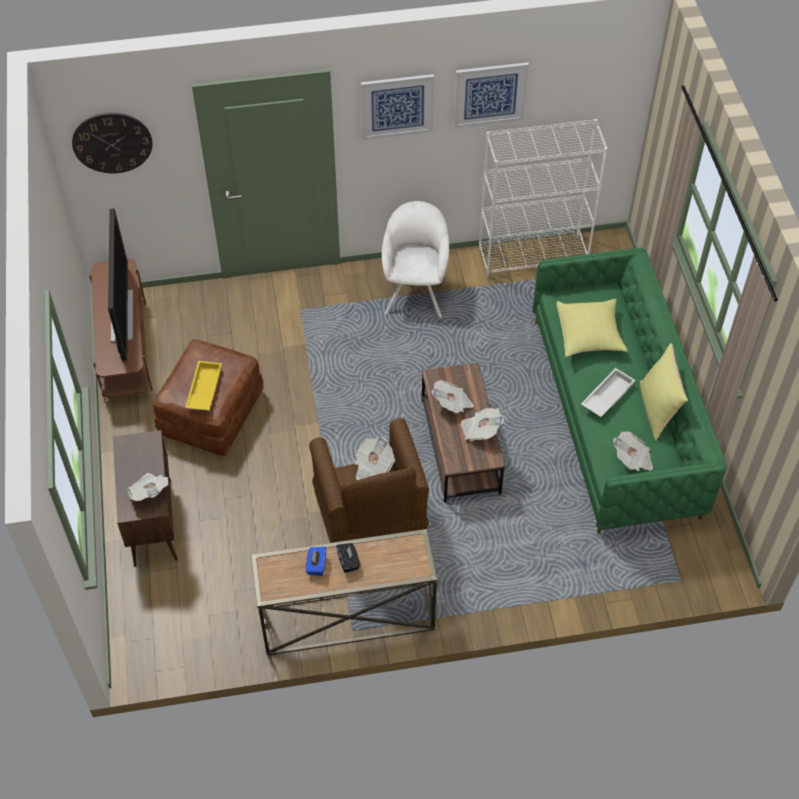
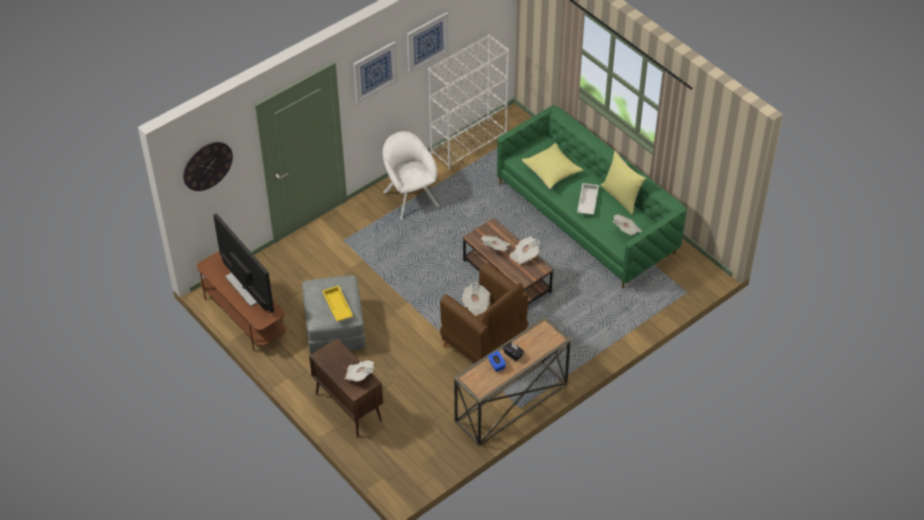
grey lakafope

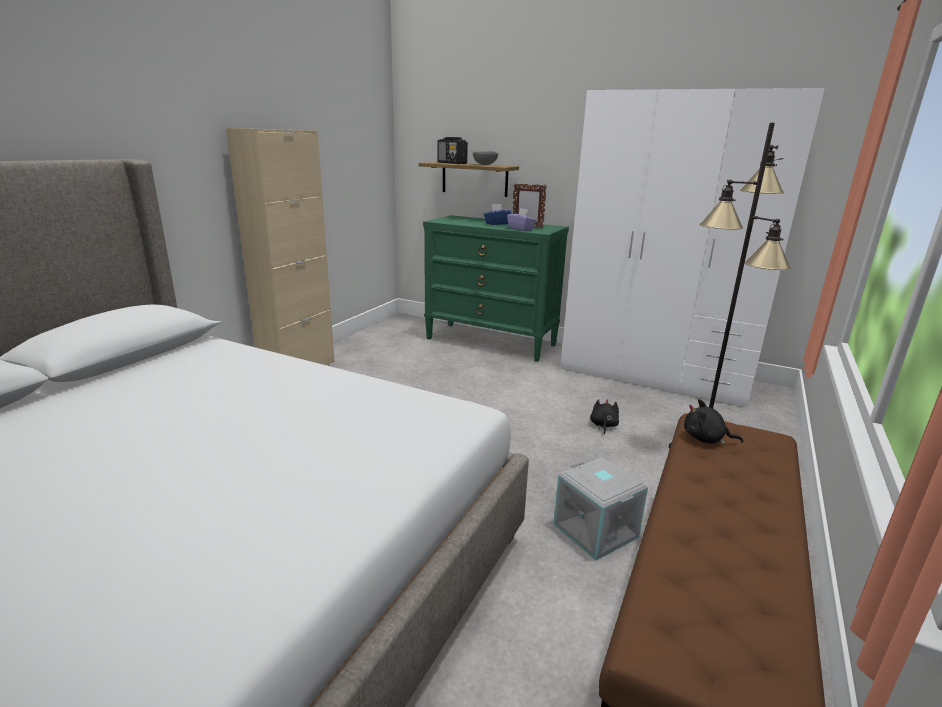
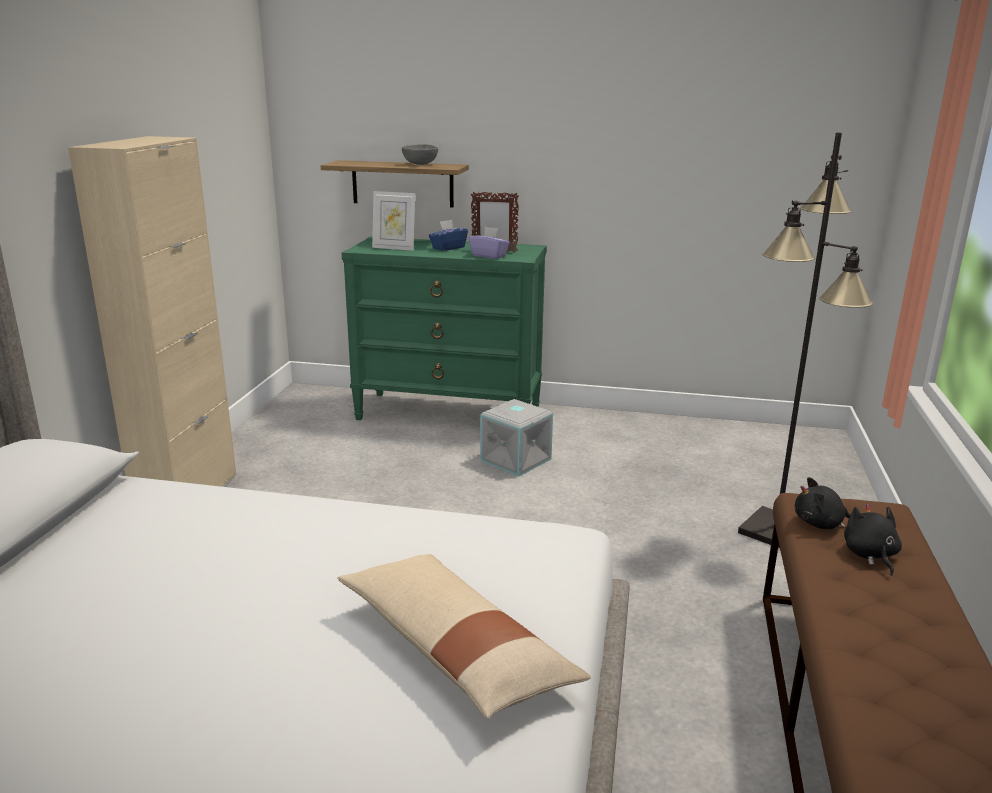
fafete
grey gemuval
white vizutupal
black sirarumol (no. 2 from left)
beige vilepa
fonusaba (no. 1 from left)

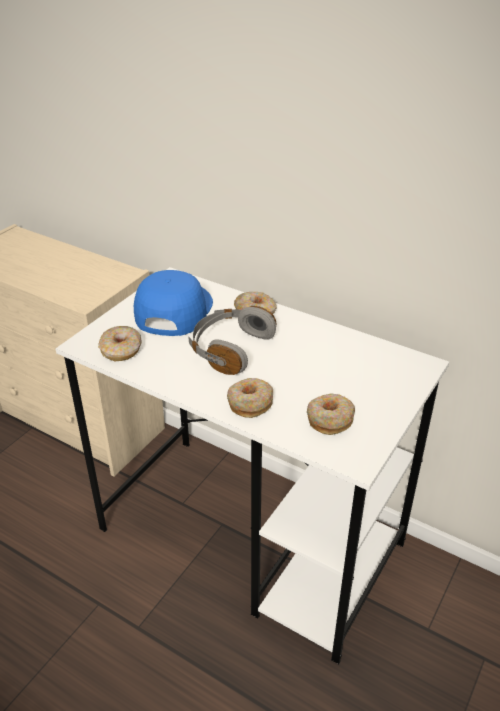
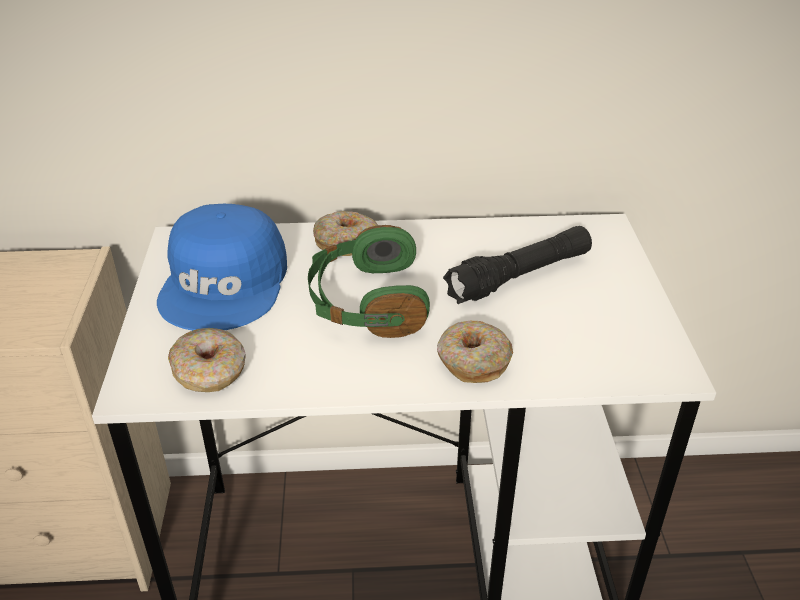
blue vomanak
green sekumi
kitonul (no. 4 from left in the first image)
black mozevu

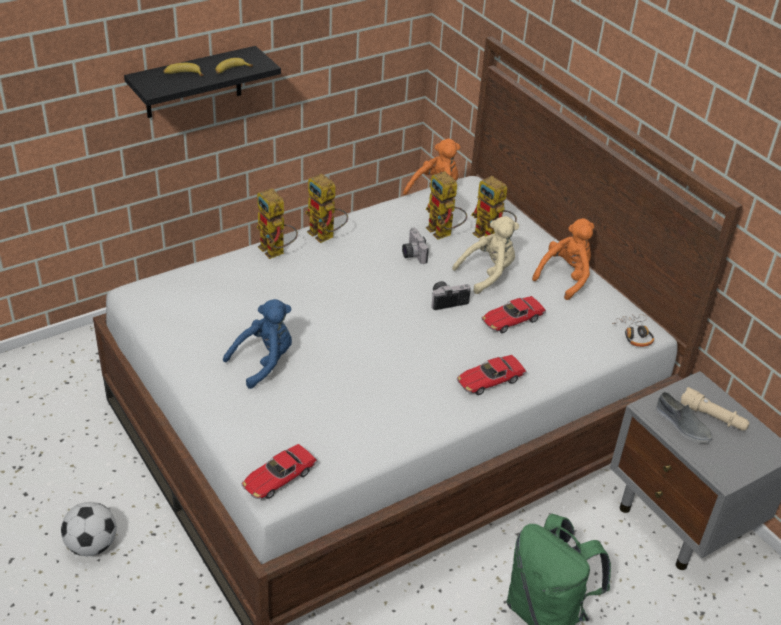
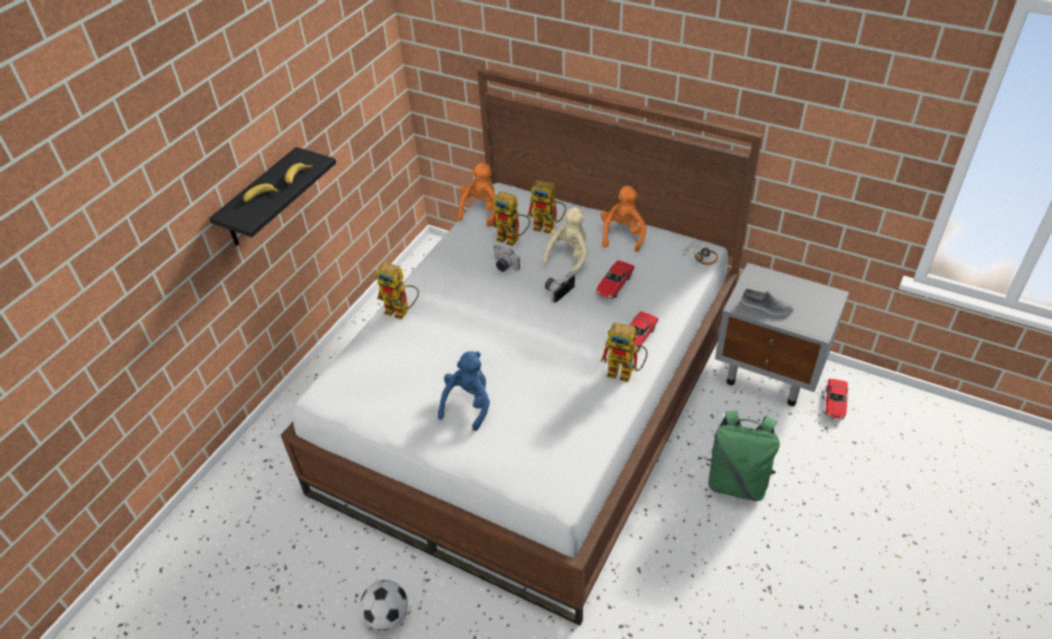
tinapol (no. 3 from left)
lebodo (no. 4 from left)
beige mozevu

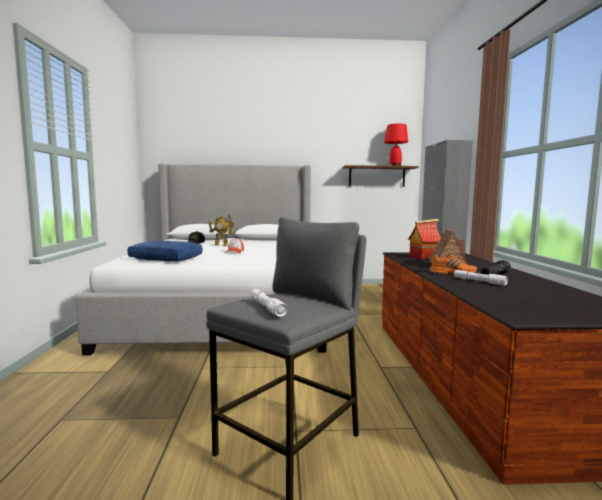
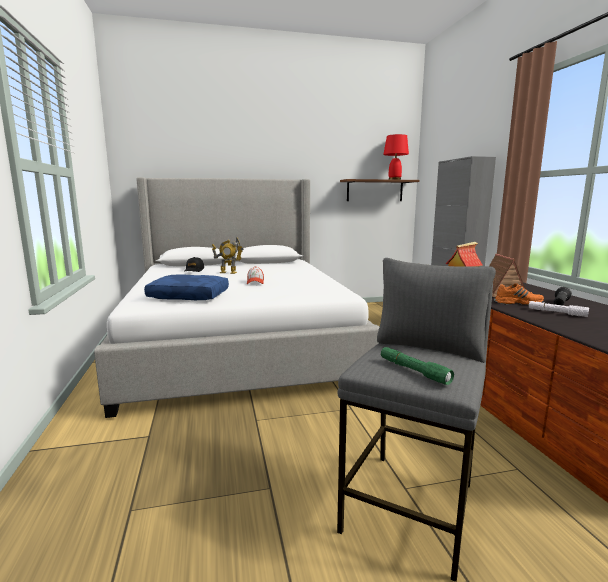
green mozevu

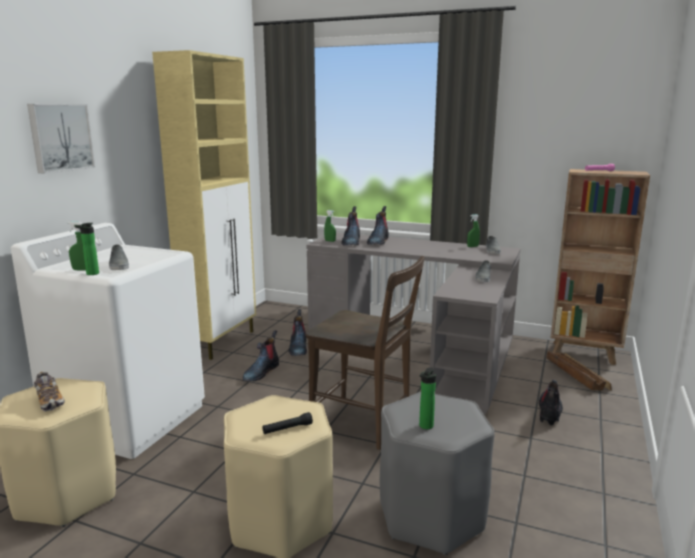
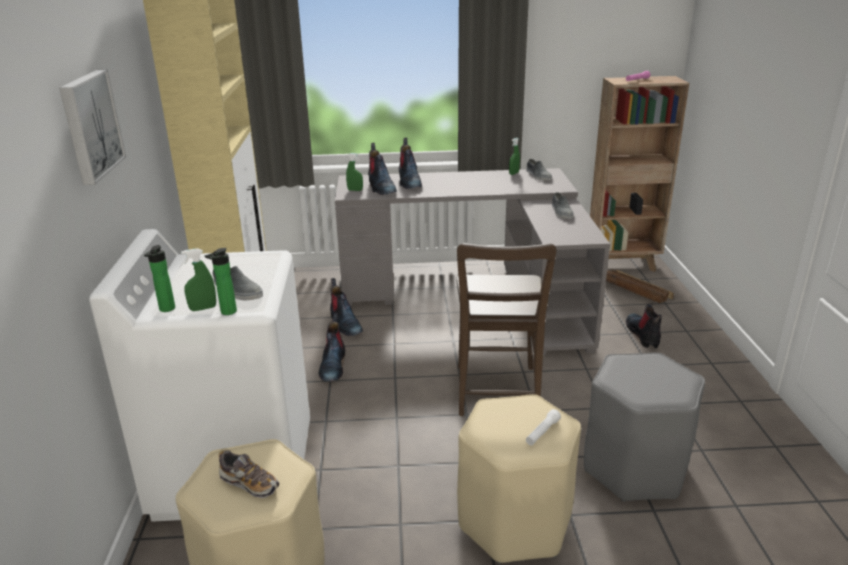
white mozevu
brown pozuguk
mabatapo (no. 1 from left)

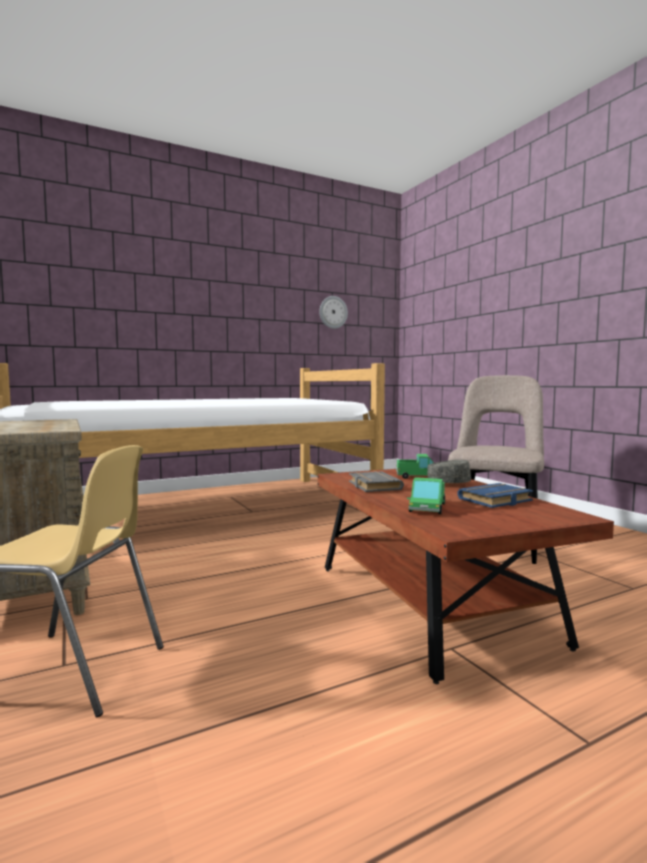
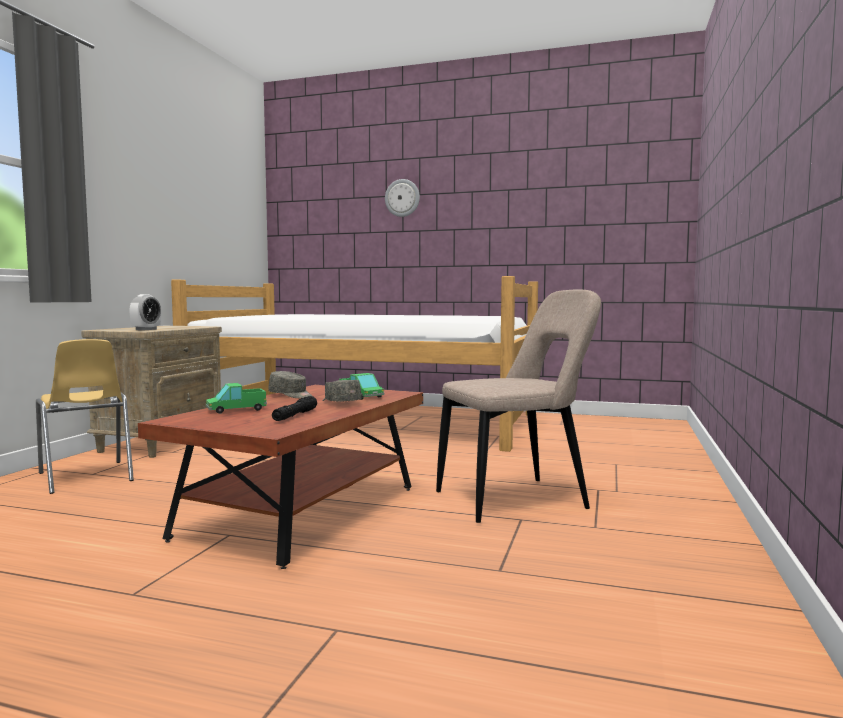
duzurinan
grey vomanak (no. 1 from left)
black mozevu
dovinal

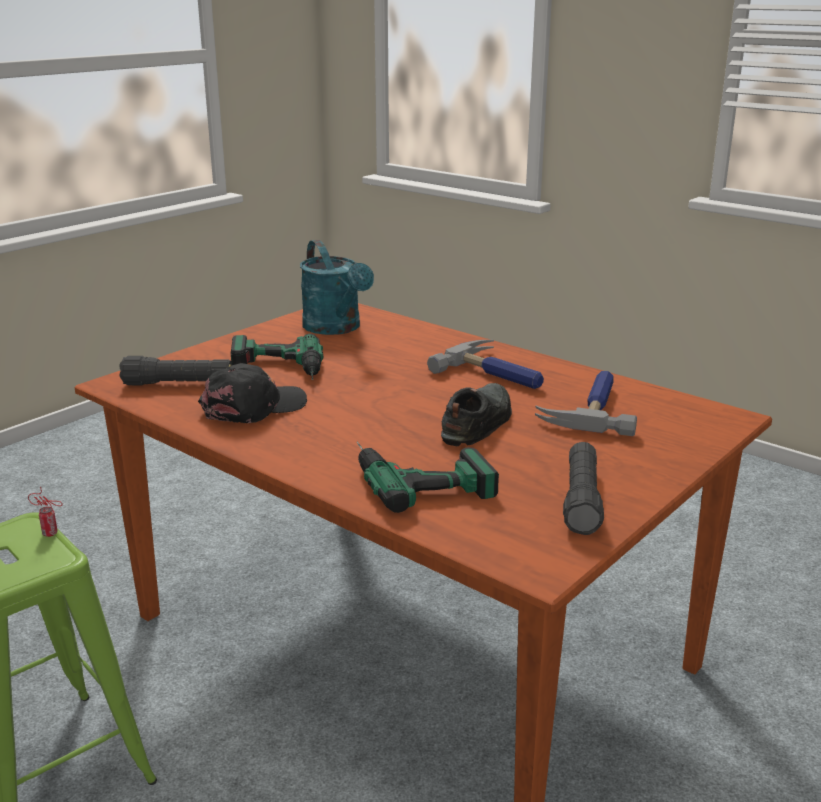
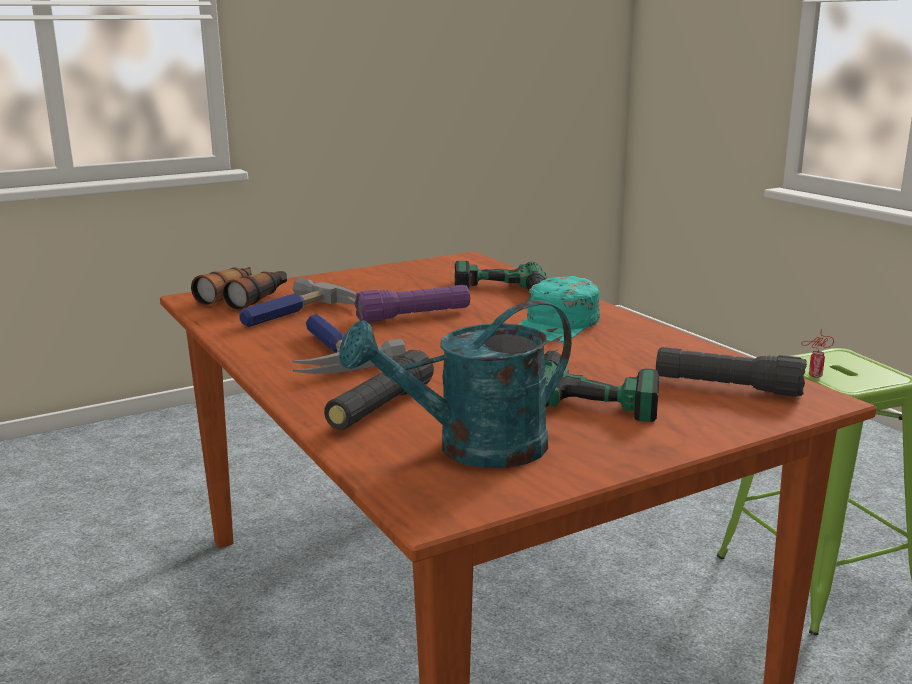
black vomanak
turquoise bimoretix
purple mozevu
black mozevu (no. 1 from left)
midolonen
turquoise vomanak

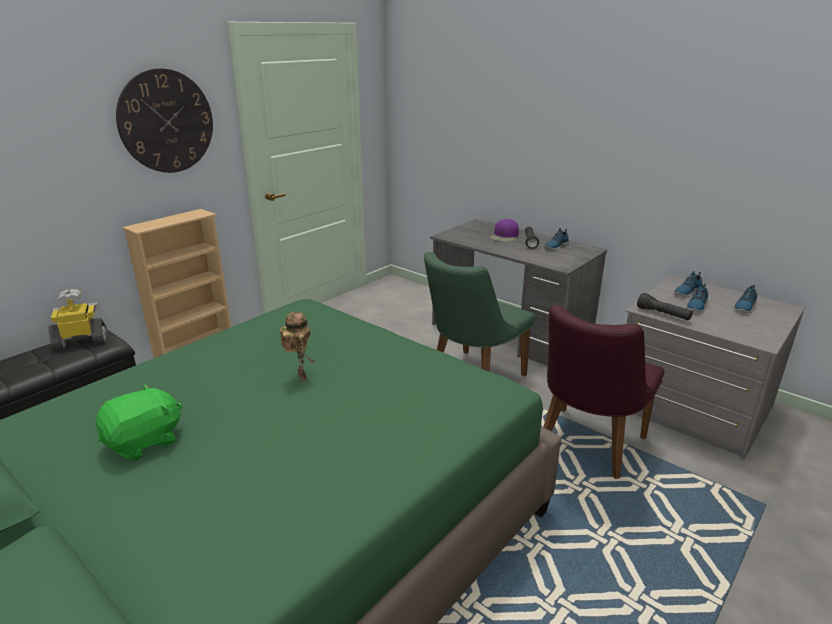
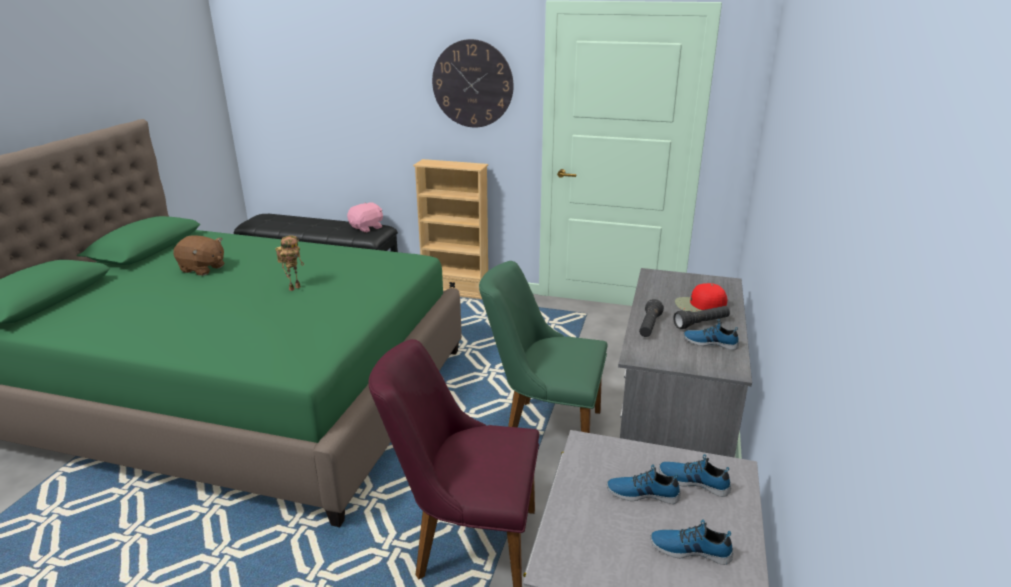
pink sirarumol
brown sirarumol
red vomanak
black mozevu (no. 1 from left)

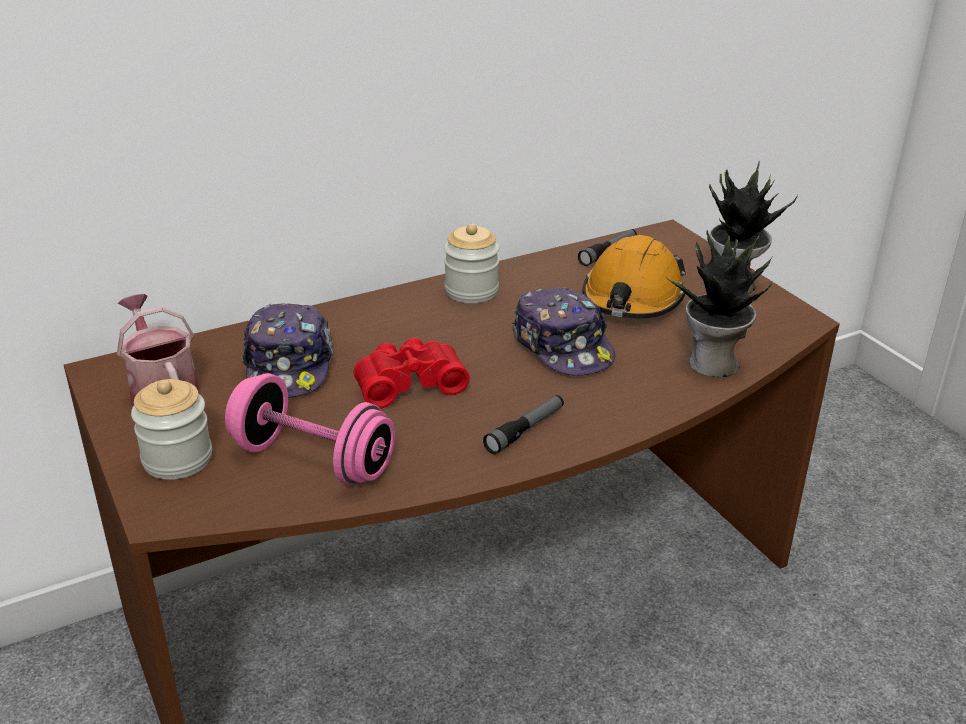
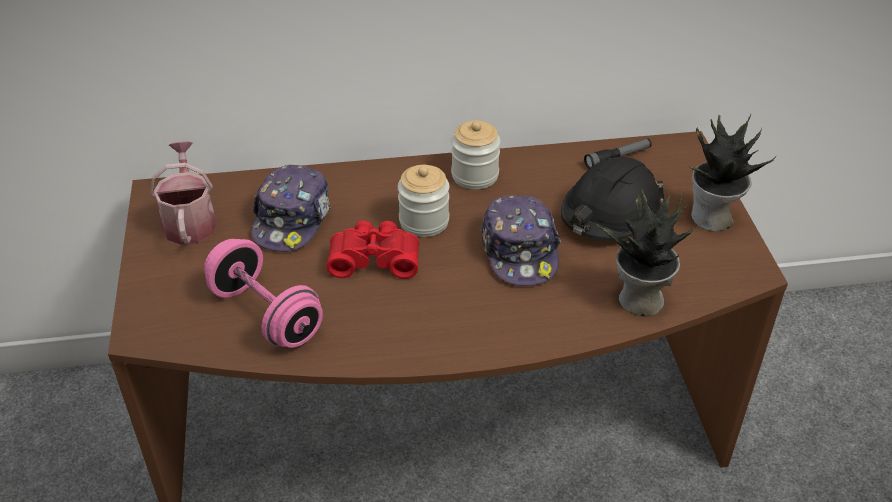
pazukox (no. 1 from left)
mozevu (no. 1 from left in the first image)
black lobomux

